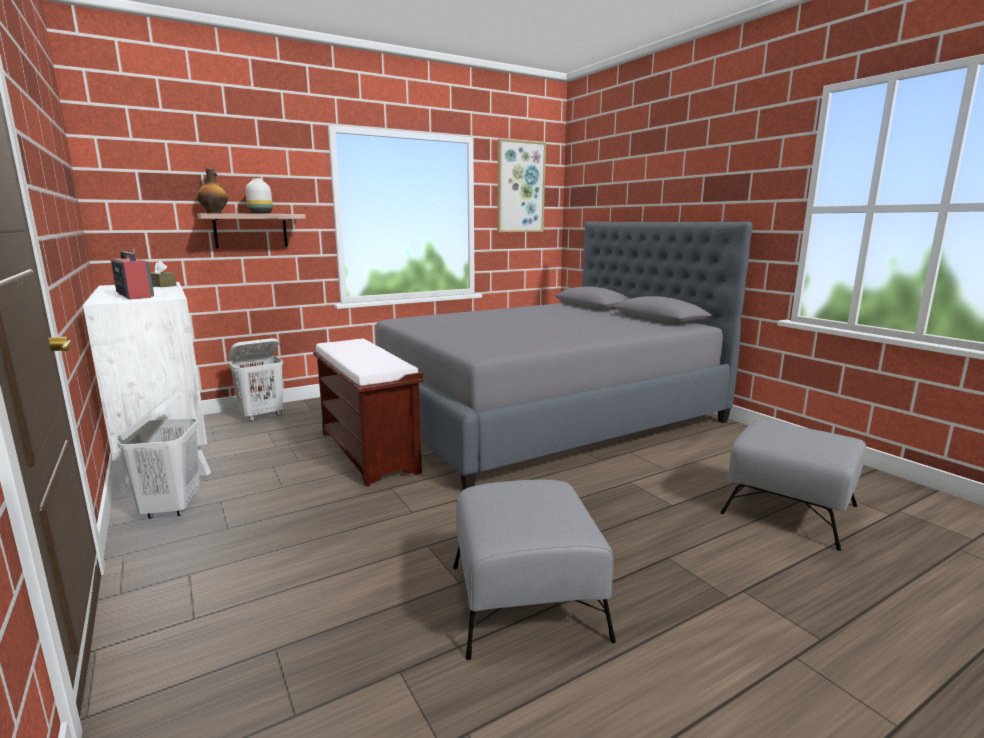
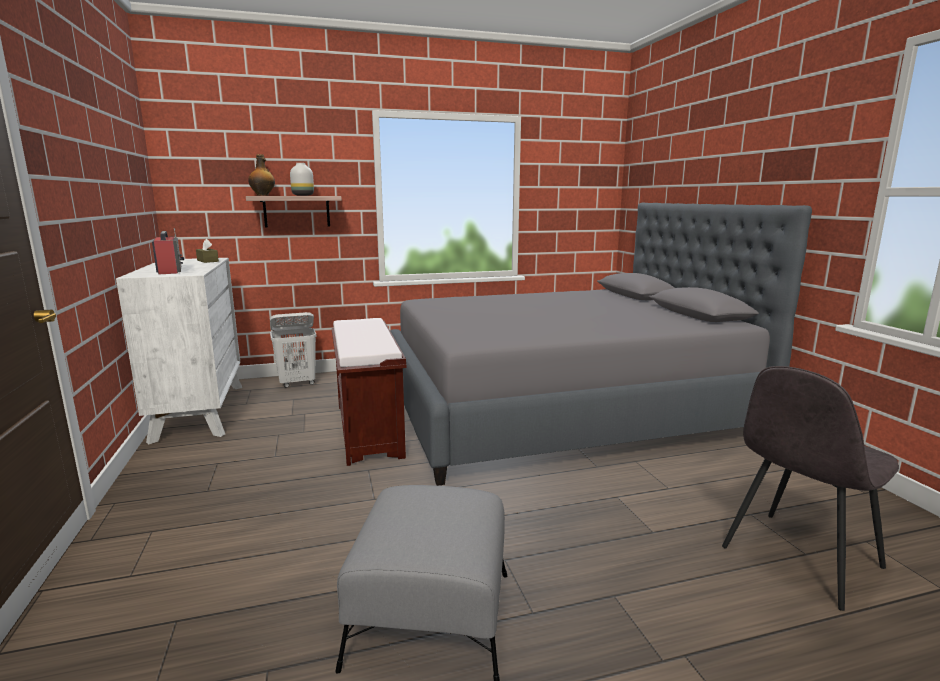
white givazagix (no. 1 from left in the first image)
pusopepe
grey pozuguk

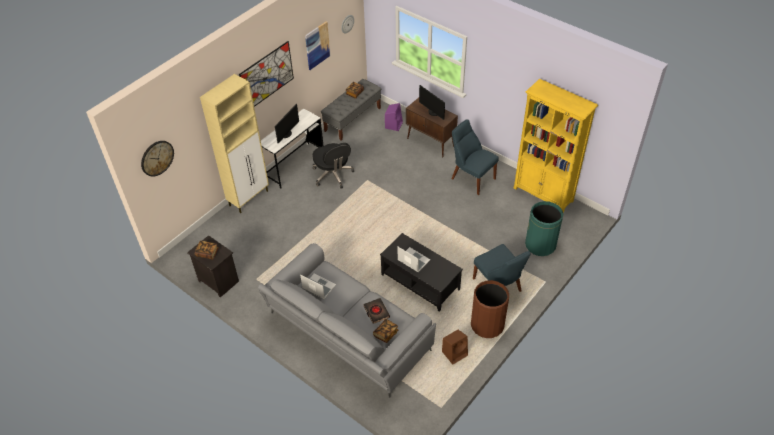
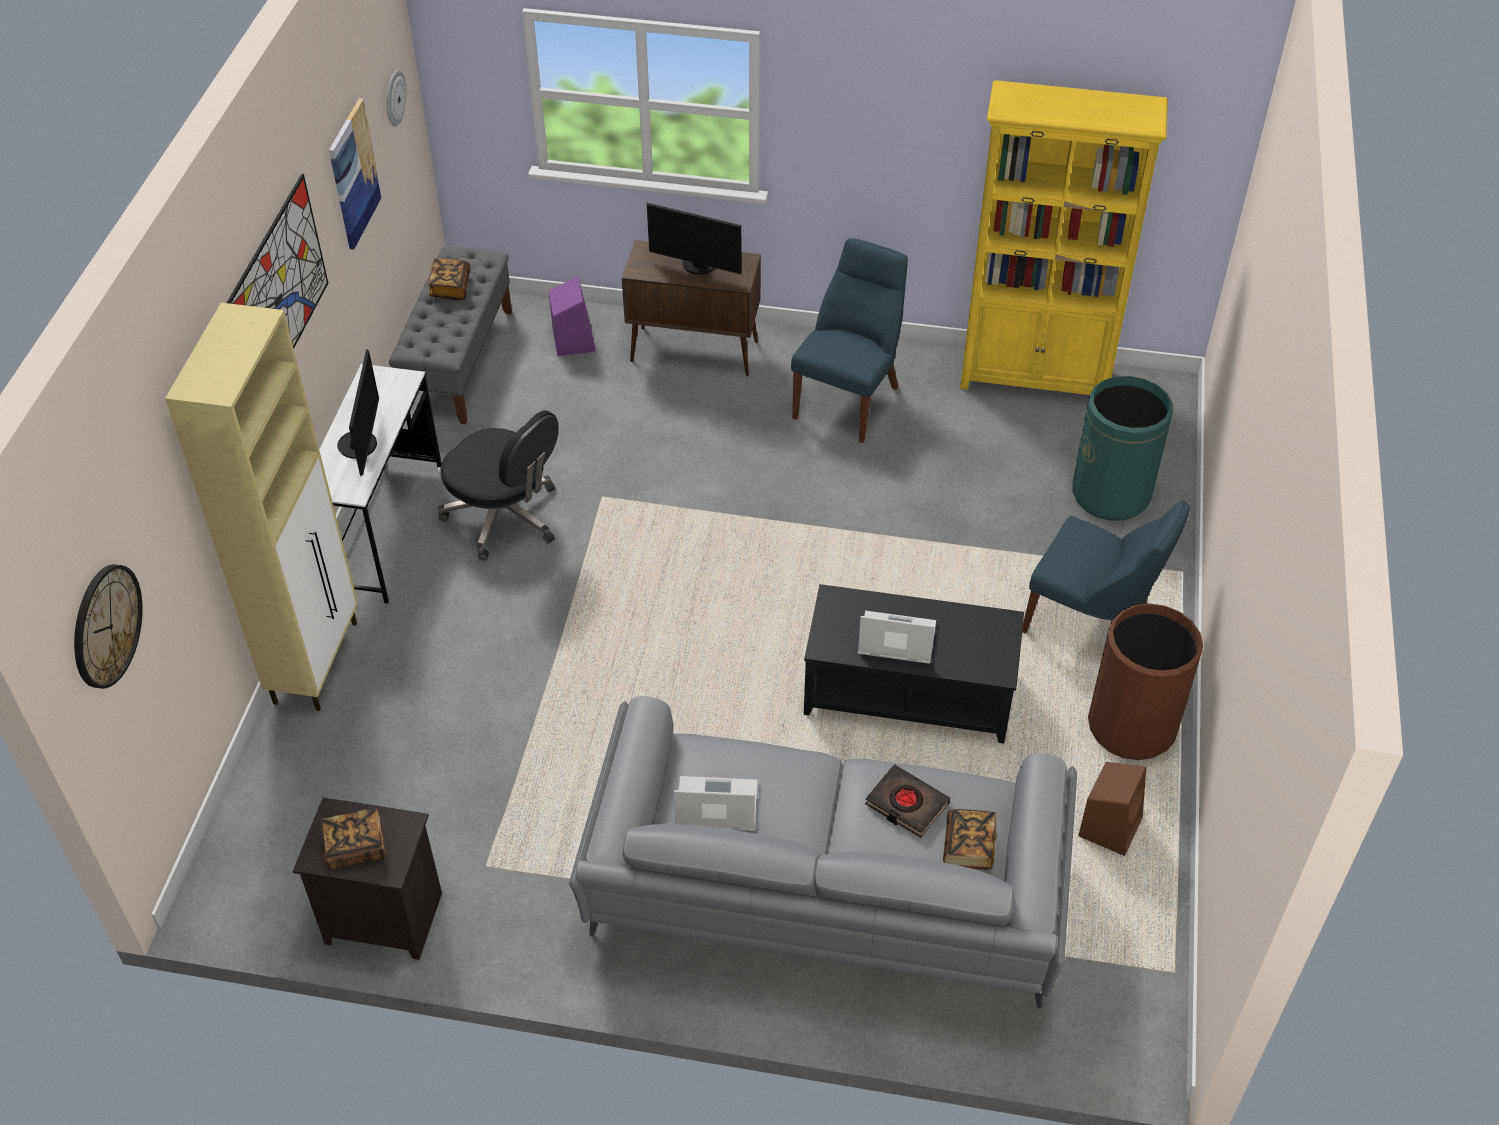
blue pozuguk (no. 1 from left)

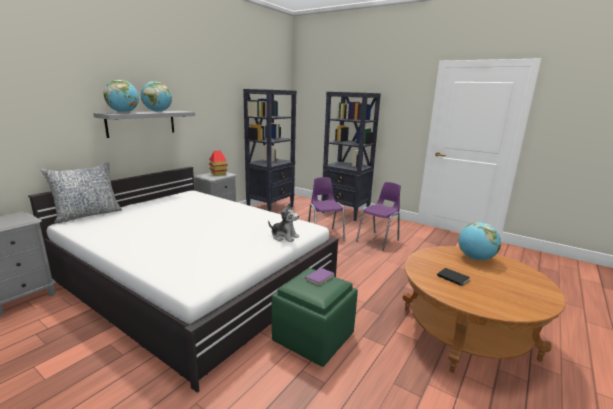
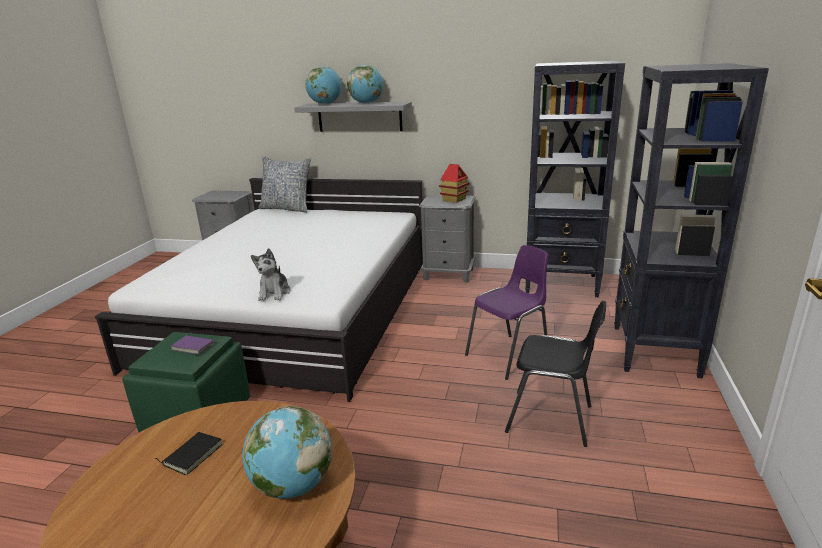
black pozuguk

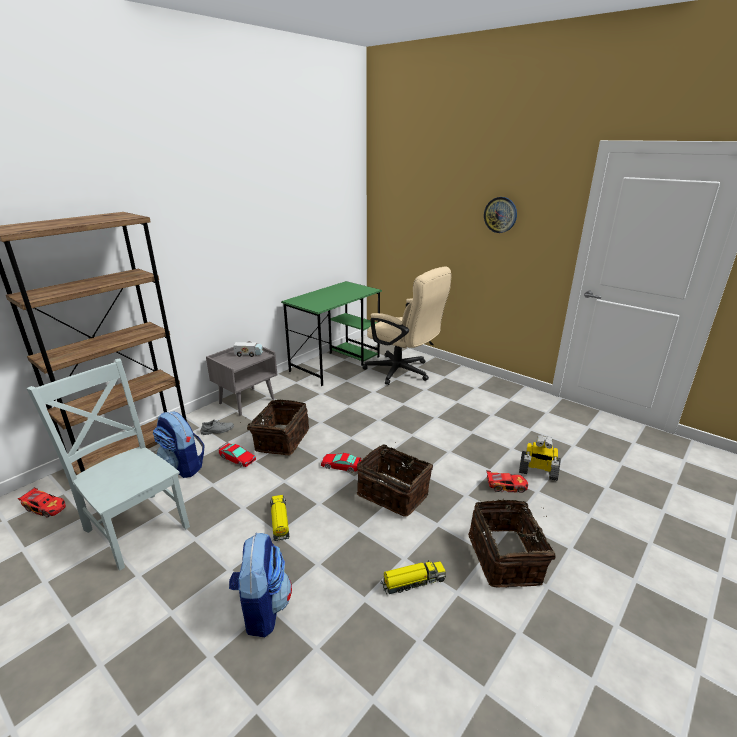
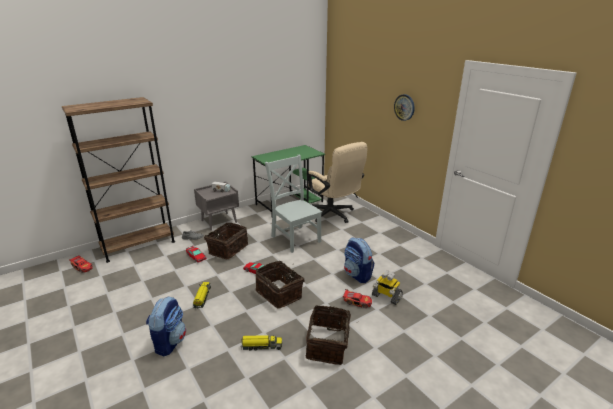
grey pozuguk
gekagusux (no. 2 from left)

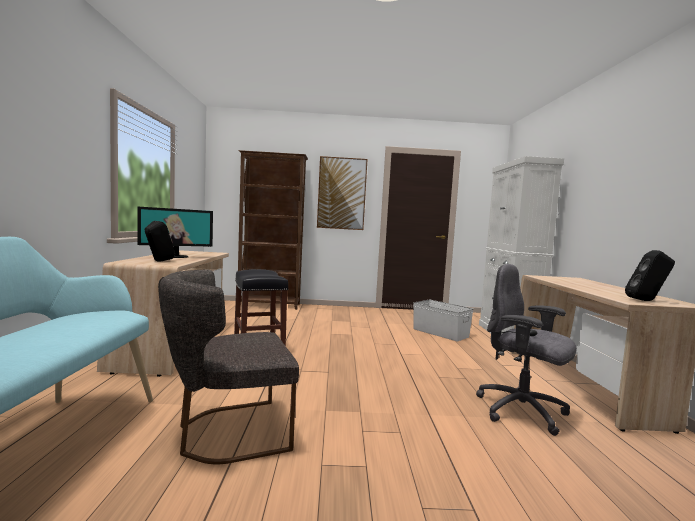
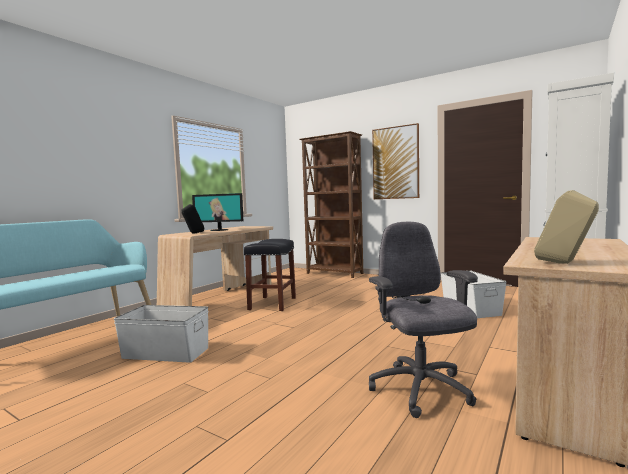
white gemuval (no. 1 from left)
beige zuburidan

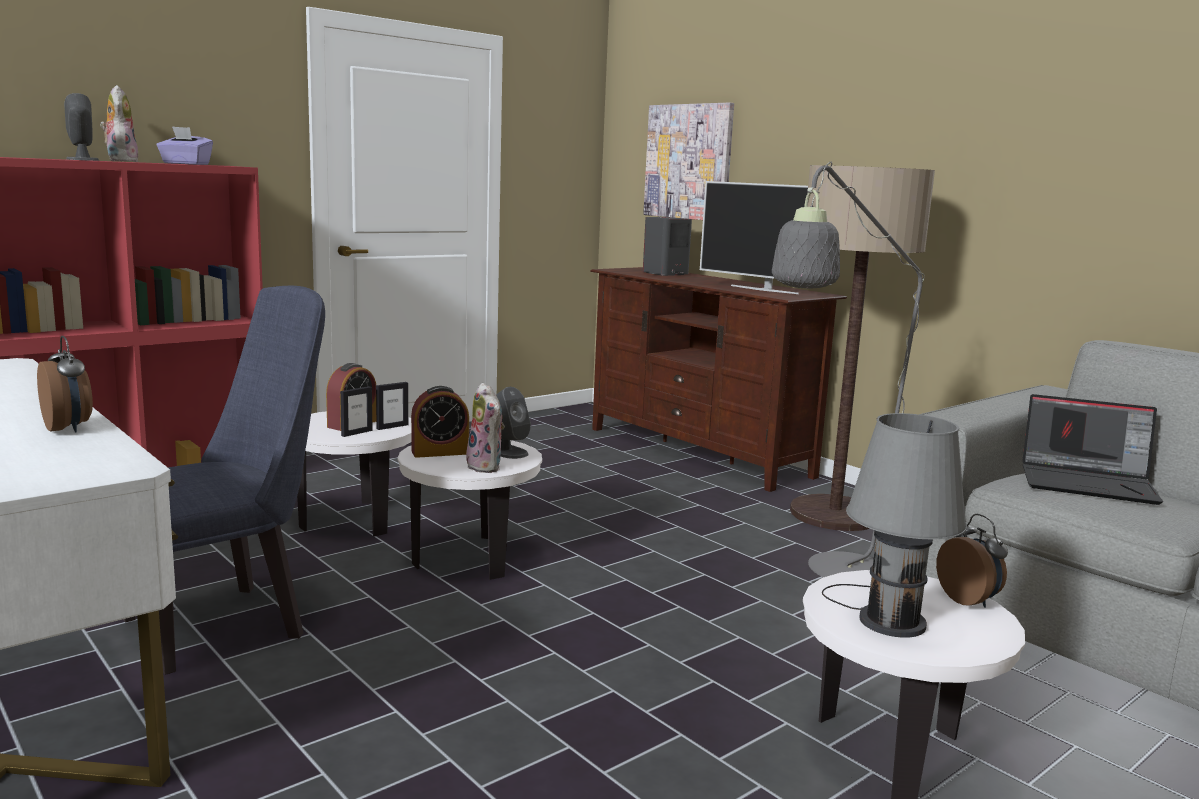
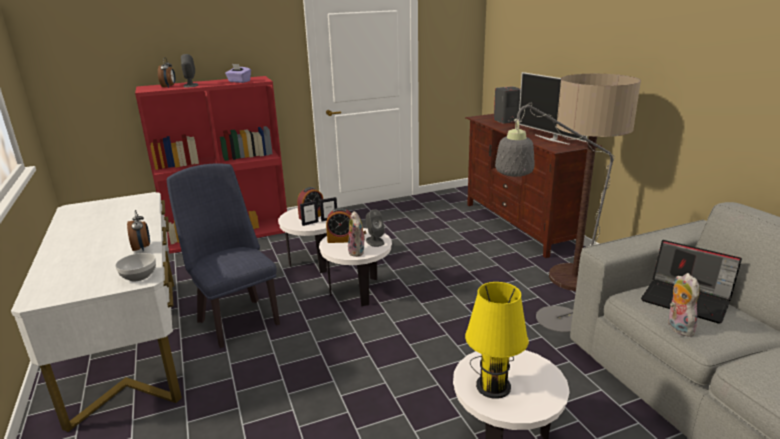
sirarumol (no. 2 from left)
blue pozuguk
pusopepe
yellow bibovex
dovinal (no. 2 from left)
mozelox

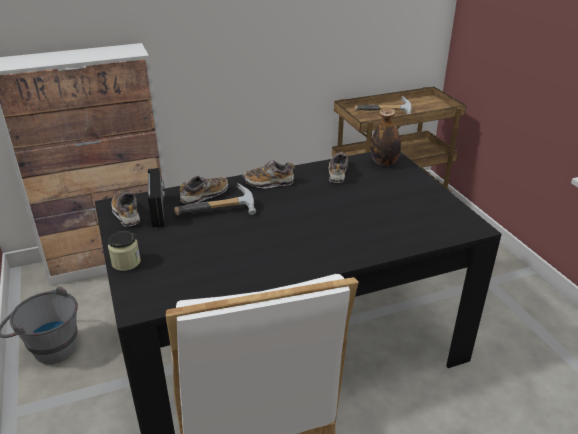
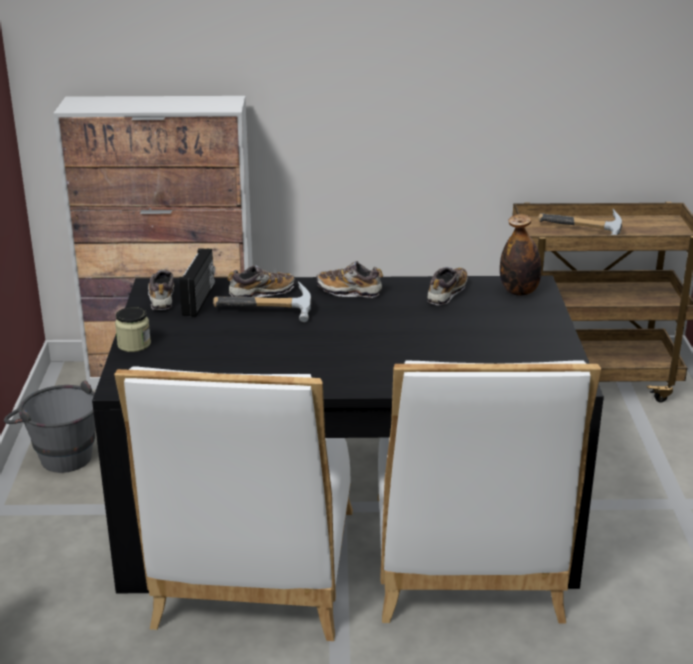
white pozuguk (no. 2 from left)

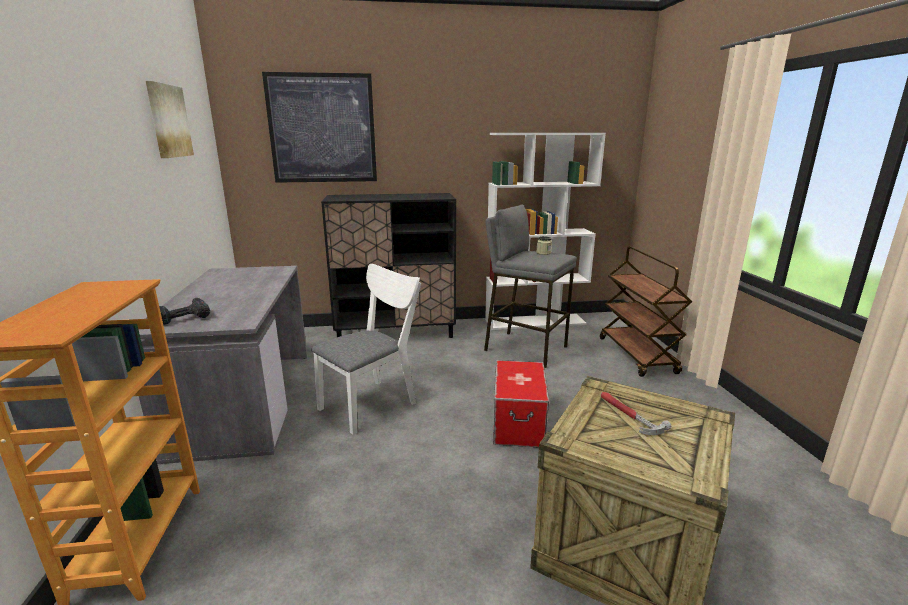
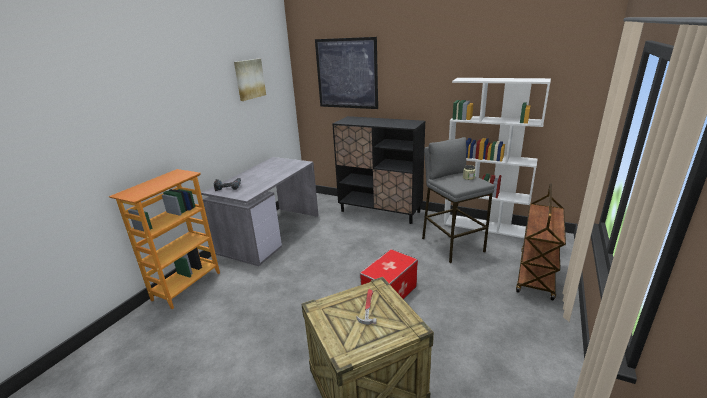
white pozuguk

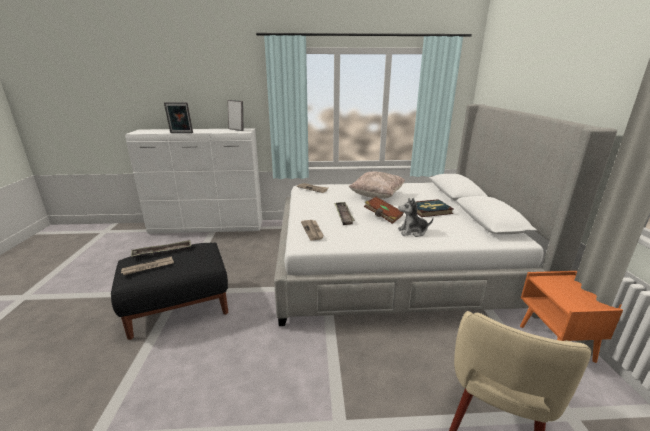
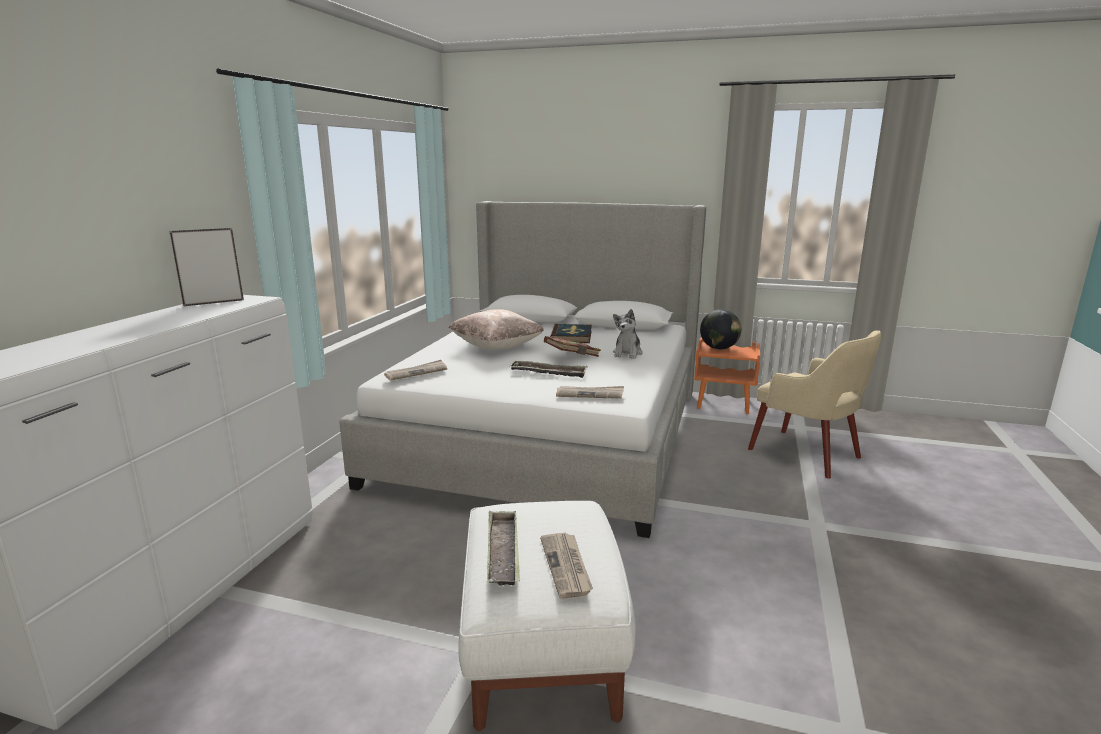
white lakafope
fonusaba (no. 1 from left in the first image)
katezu

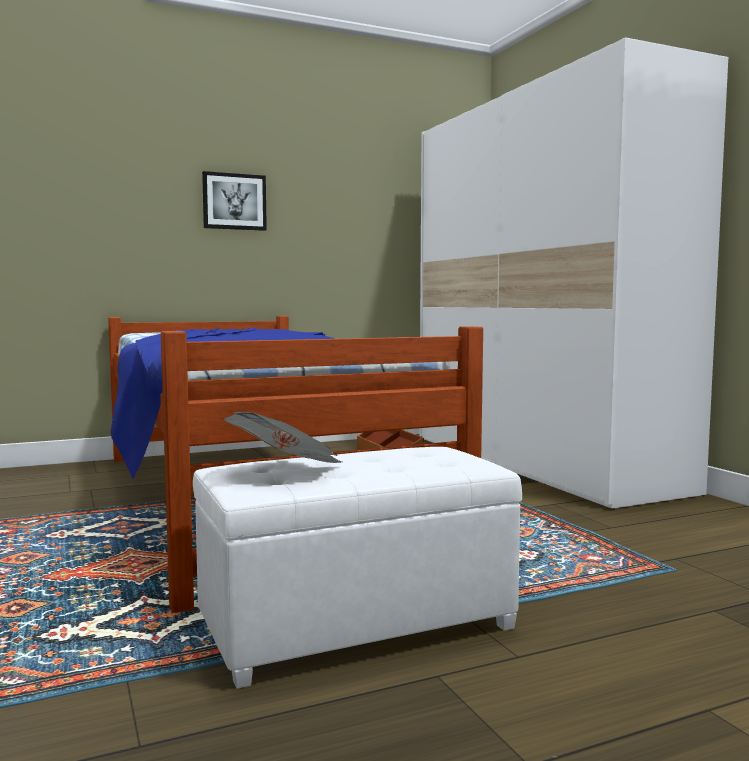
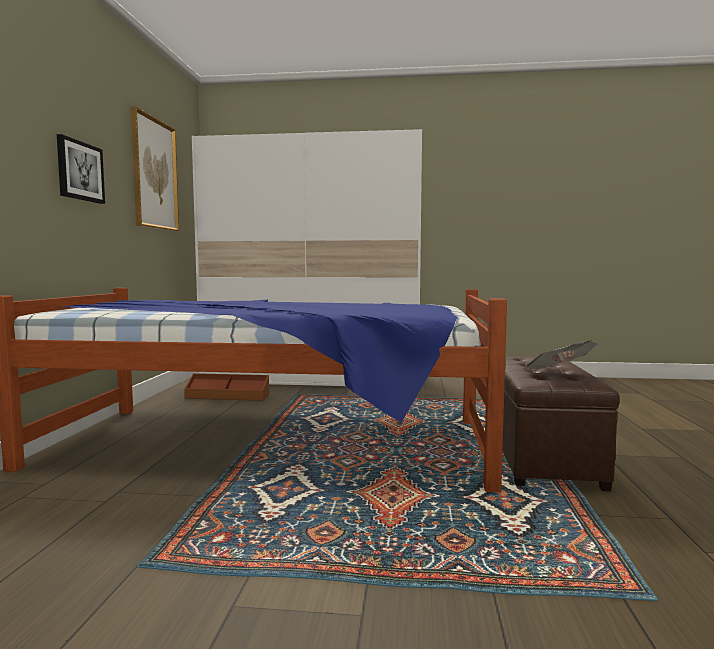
brown lakafope
pusopepe (no. 2 from left)

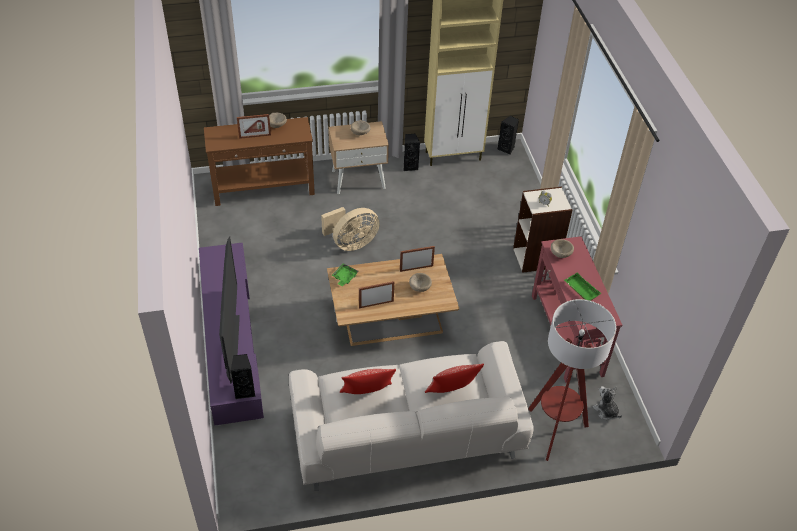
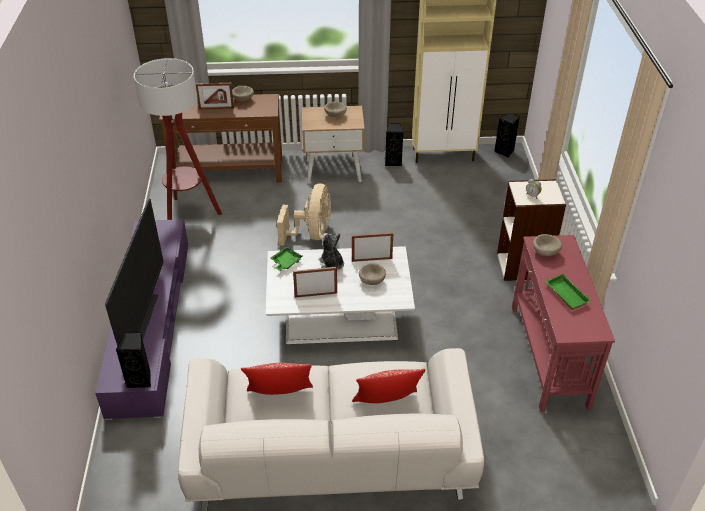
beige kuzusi
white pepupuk
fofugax
sirarumol

